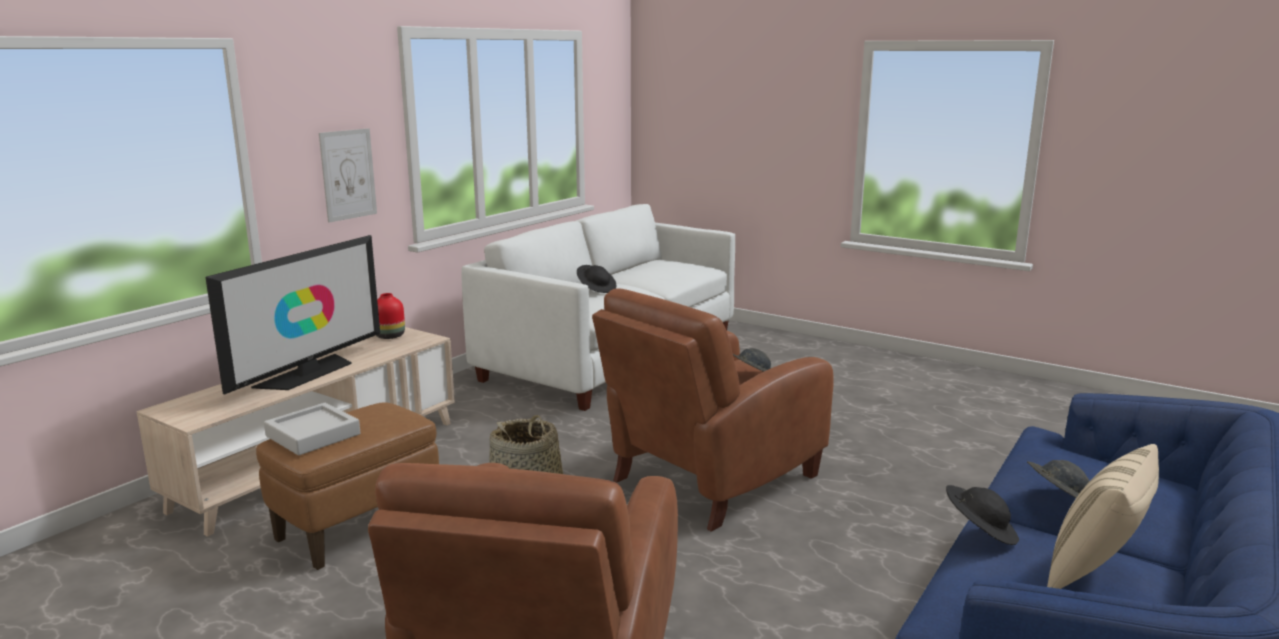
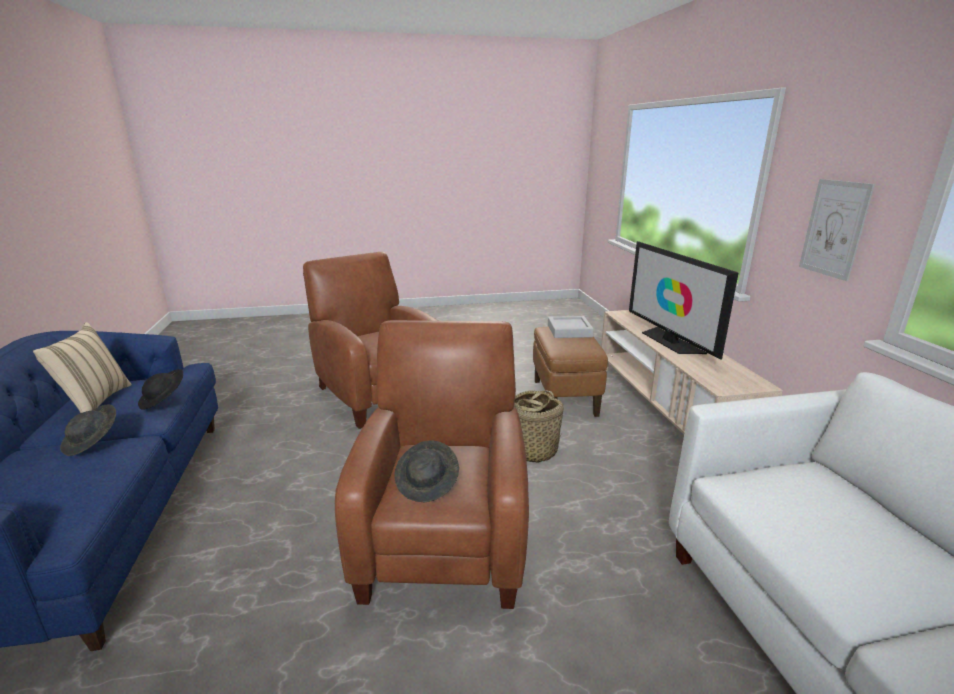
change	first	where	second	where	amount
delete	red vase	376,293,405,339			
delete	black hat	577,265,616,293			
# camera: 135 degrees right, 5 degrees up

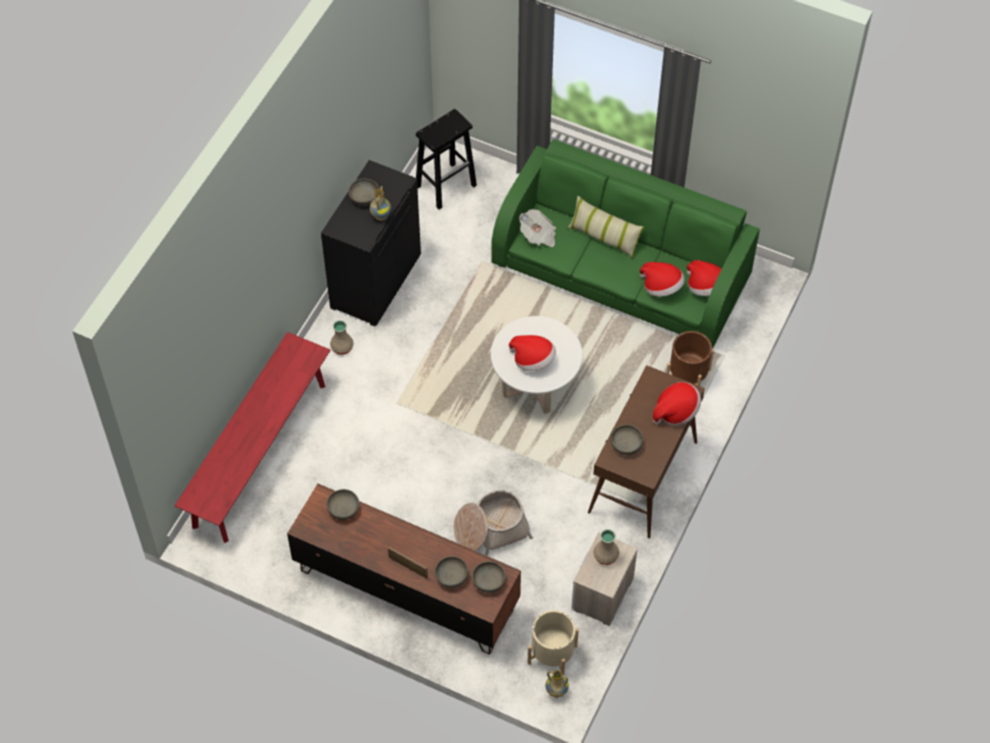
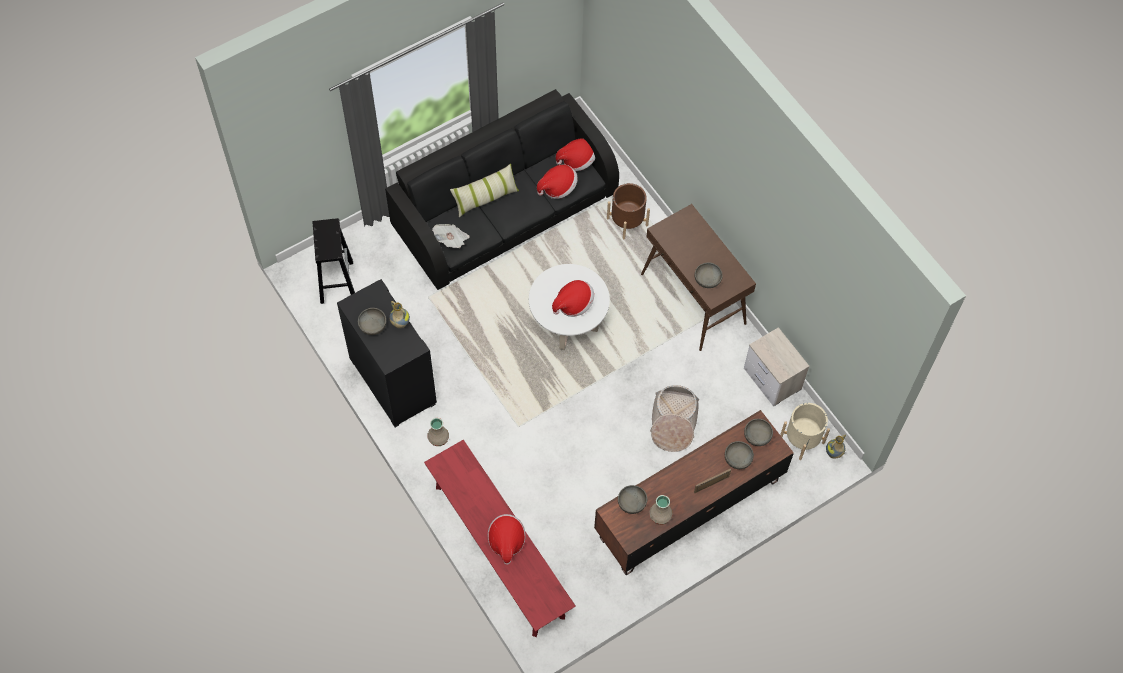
change	first	where	second	where	amount
move	beige vase	593,529,619,565		649,495,673,525	
move	hat	653,382,701,426		488,514,526,565	
recolor	green sofa	491,139,760,349	black sofa	385,89,619,290	
# camera: 60 degrees left, 5 degrees up

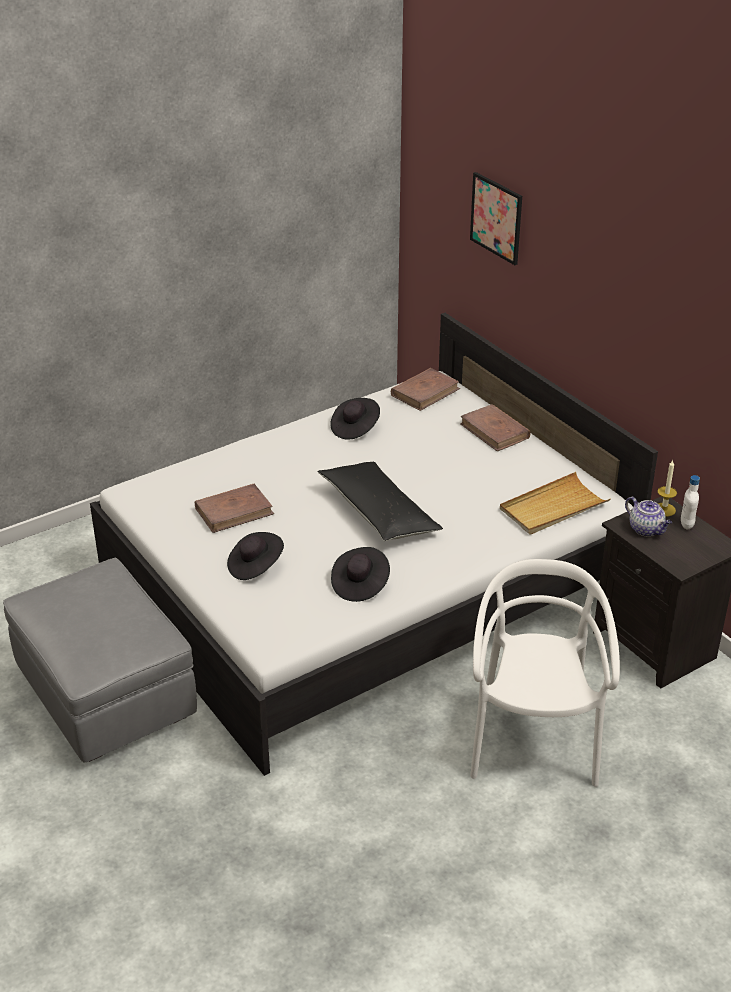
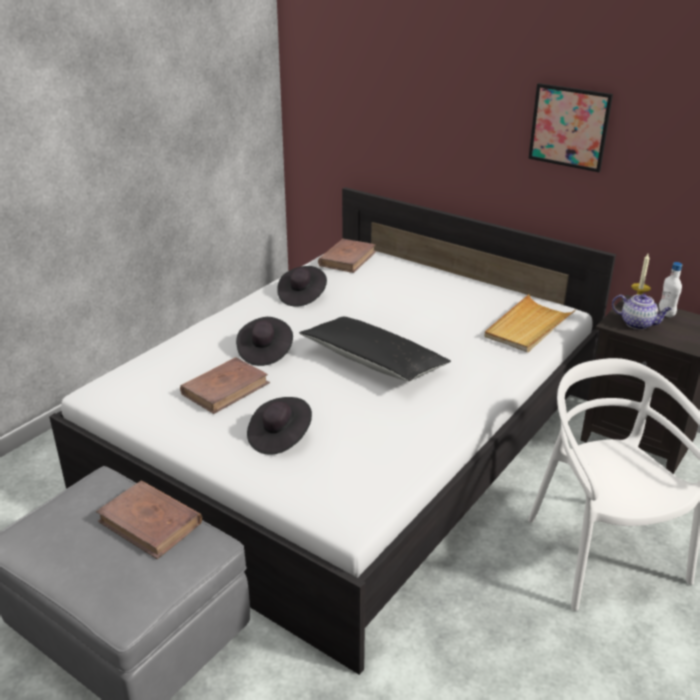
change	first	where	second	where	amount
move	black hat	331,547,390,602		236,317,293,366	
move	brown book	460,404,531,451		96,480,202,559	
move	picture	470,172,522,265		528,83,613,172	
# camera: 20 degrees left, 5 degrees down

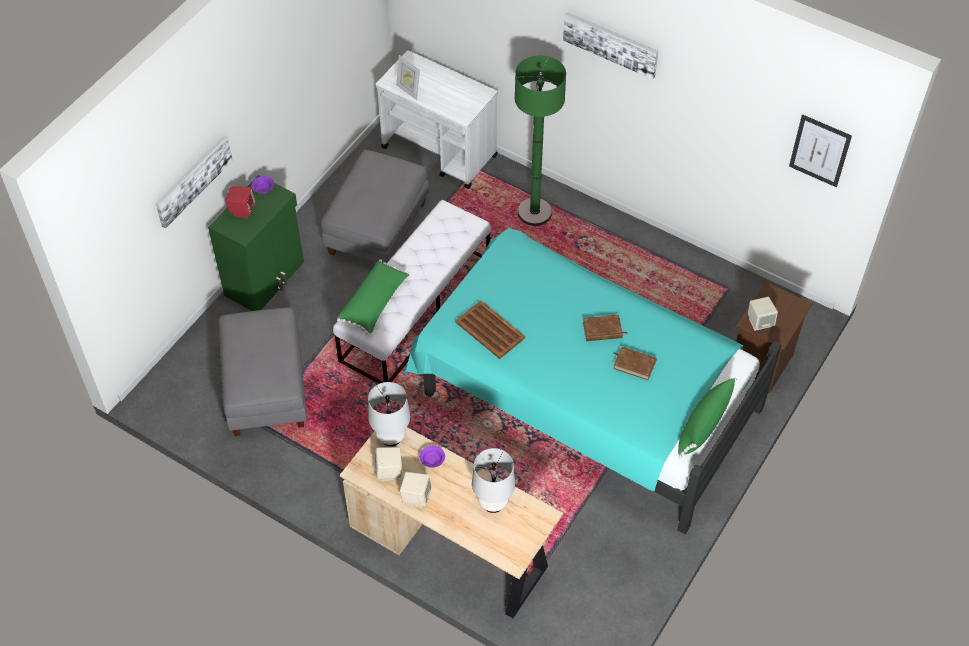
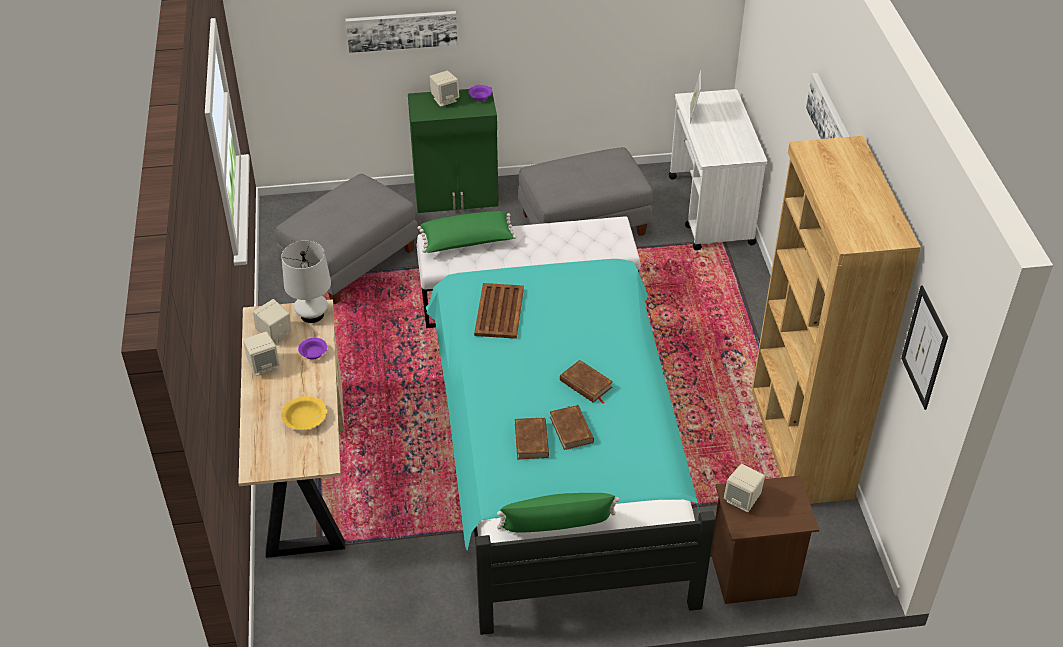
change	first	where	second	where	amount
delete	green floor lamp	515,55,566,226			
insert			brown book	515,417,549,459	
insert			brown bookcase	752,136,921,504	
replace	white table lamp	472,448,515,513	yellow bowl	281,396,327,430	
recolor	red speaker	225,186,255,219	beige speaker	430,70,459,107	
# camera: 50 degrees right, 10 degrees down

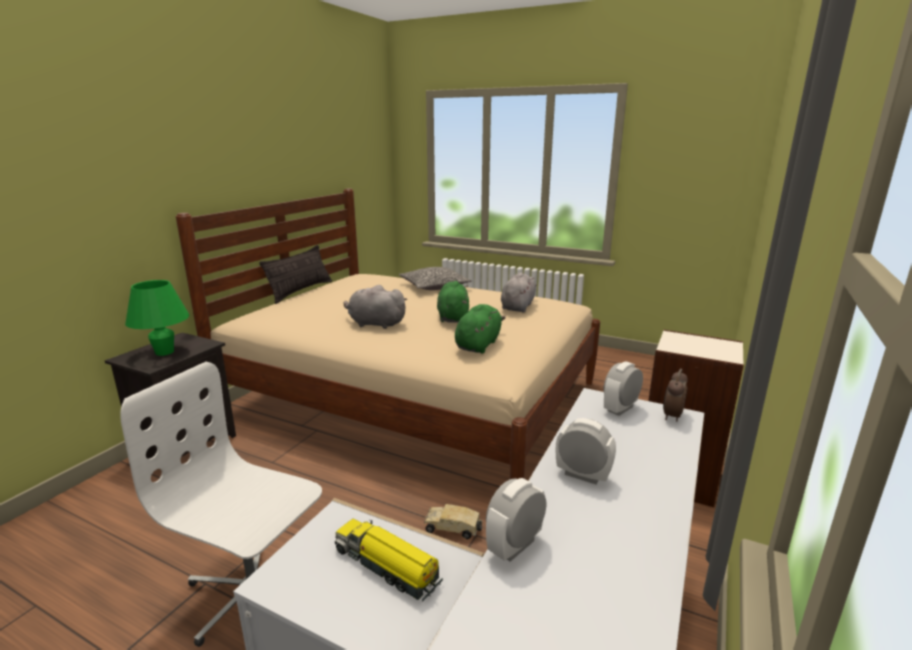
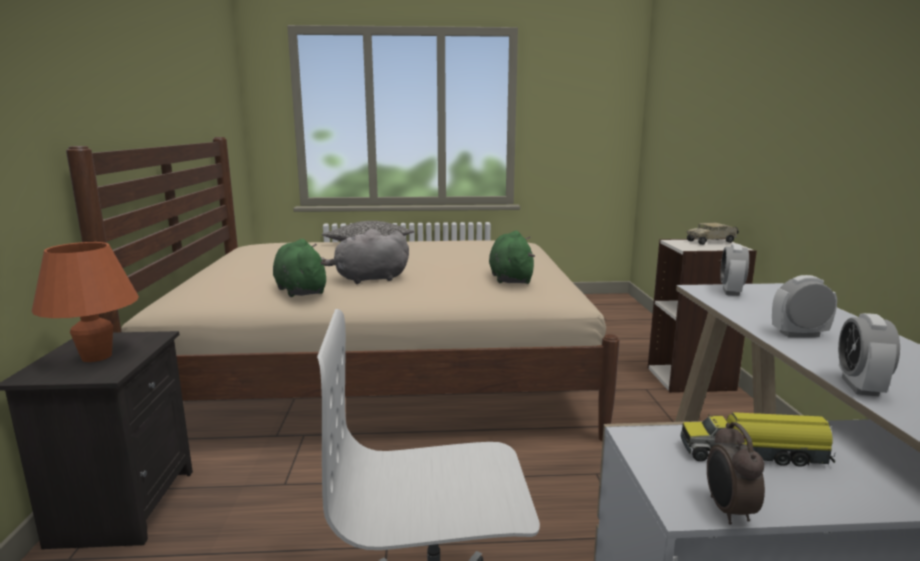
change	first	where	second	where	amount
delete	pillow	259,245,332,304			
delete	grey plush toy	501,273,537,313			
move	toy truck	424,504,483,540		687,223,739,245	
move	green plush toy	437,281,469,323		273,239,328,297	
move	alarm clock	663,369,687,421		707,422,765,525	
recolor	green table lamp	125,280,189,356	orange table lamp	32,242,139,362	
# camera: 30 degrees left, 5 degrees down

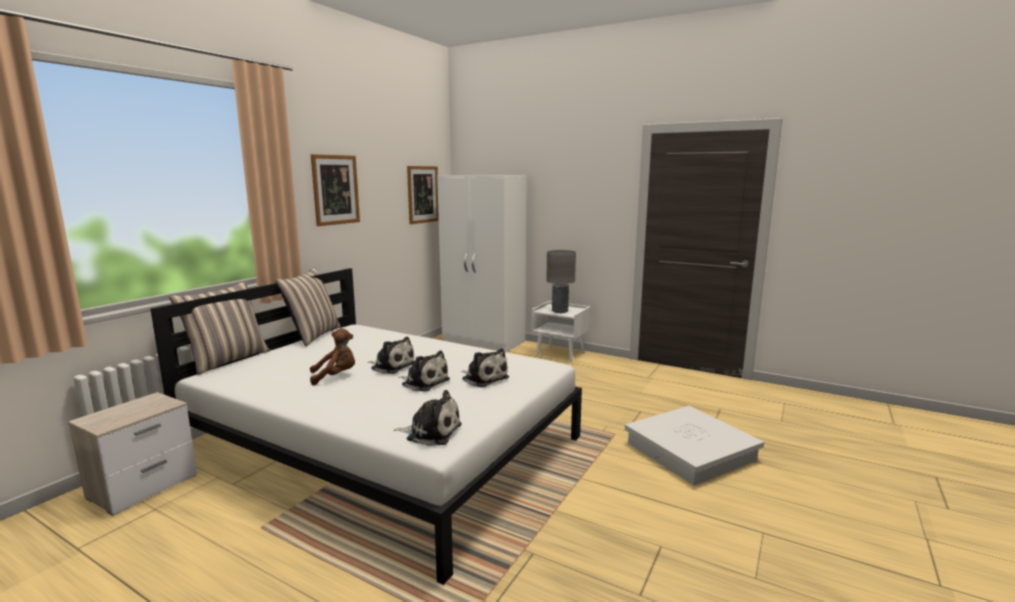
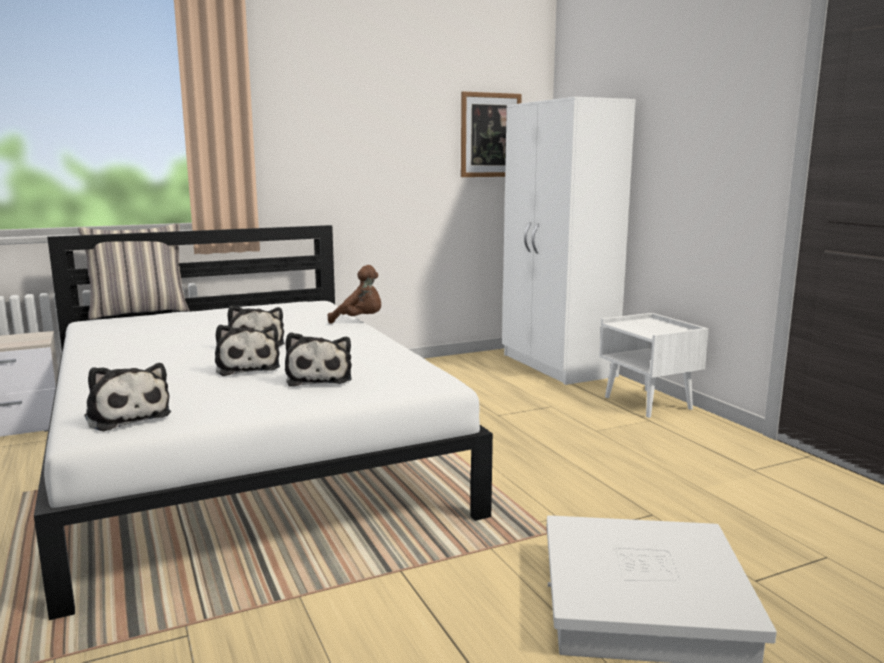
change	first	where	second	where	amount
delete	pillow	275,267,341,346			
delete	picture	311,154,360,226			
delete	grey table lamp	547,250,576,313			
move	brown plush toy	310,328,355,385		328,265,381,324	
# camera: 35 degrees right, 0 degrees up

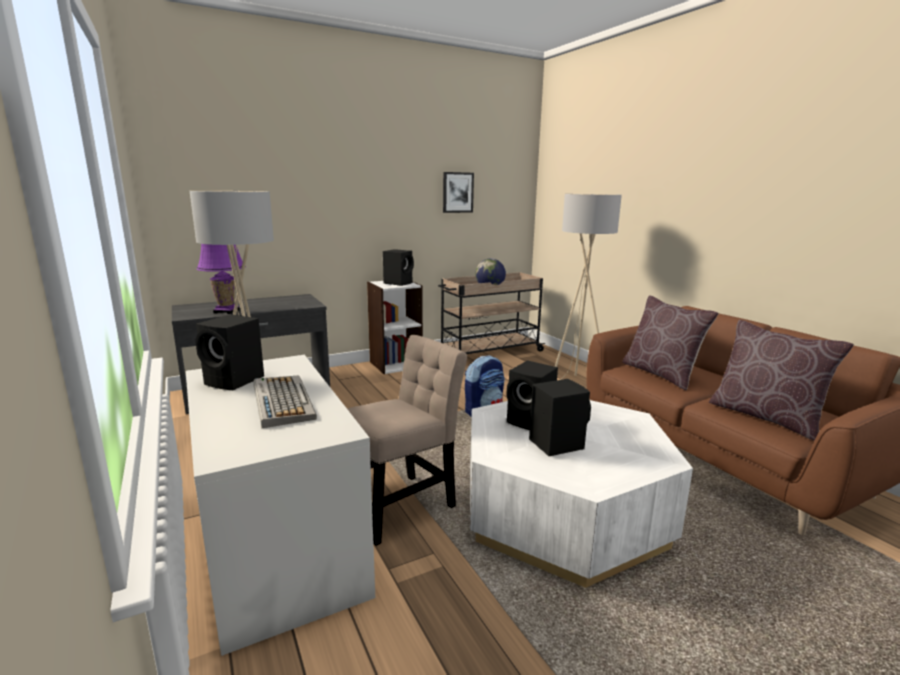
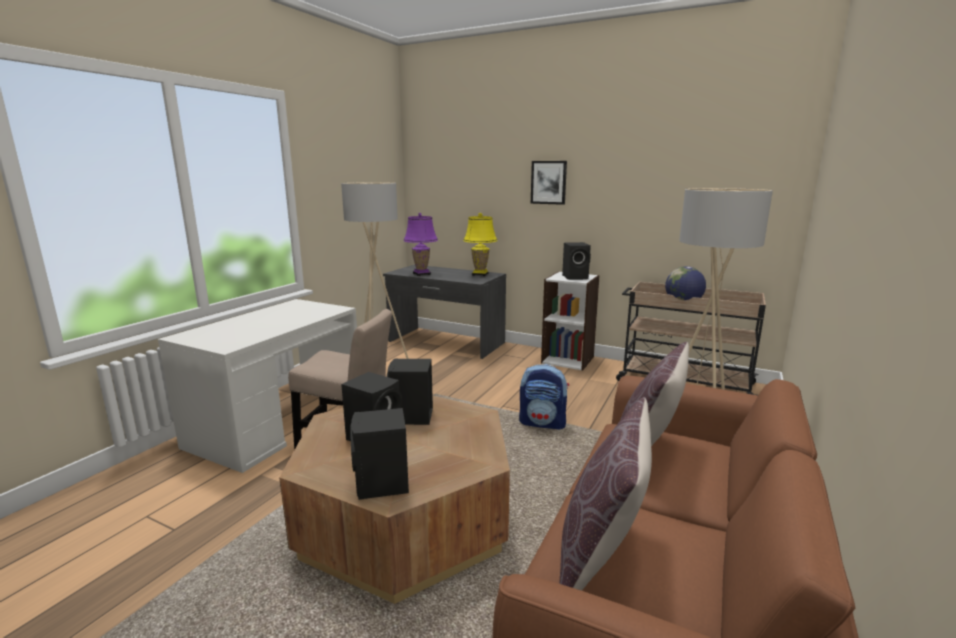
change	first	where	second	where	amount
delete	keyboard	254,375,317,428			
insert			yellow table lamp	463,213,498,276	
move	black speaker	195,314,264,390		350,408,409,500	
move	picture	443,172,474,213		531,161,567,205	
recolor	white coffee table	470,400,693,588	brown coffee table	279,396,510,604	
# camera: 55 degrees right, 0 degrees up

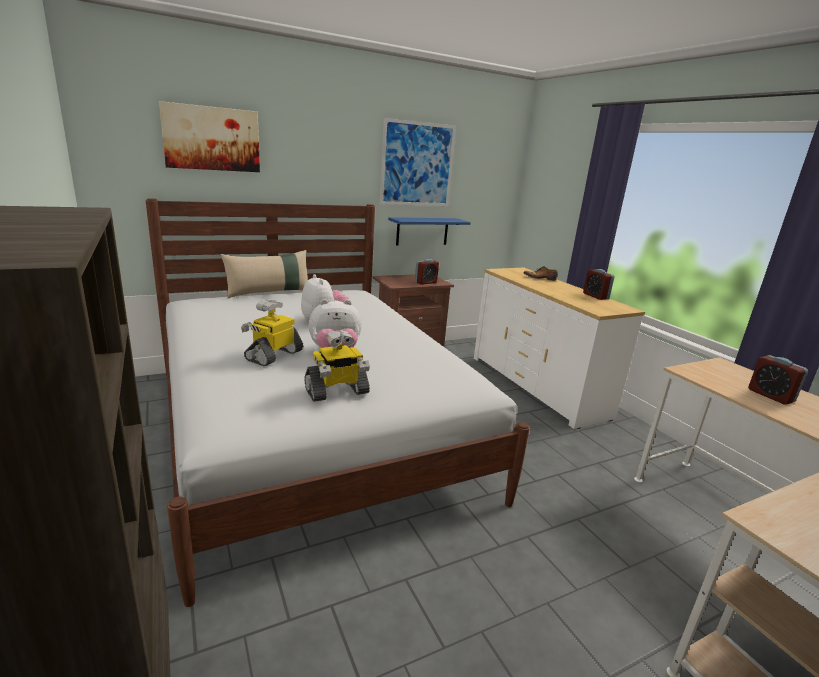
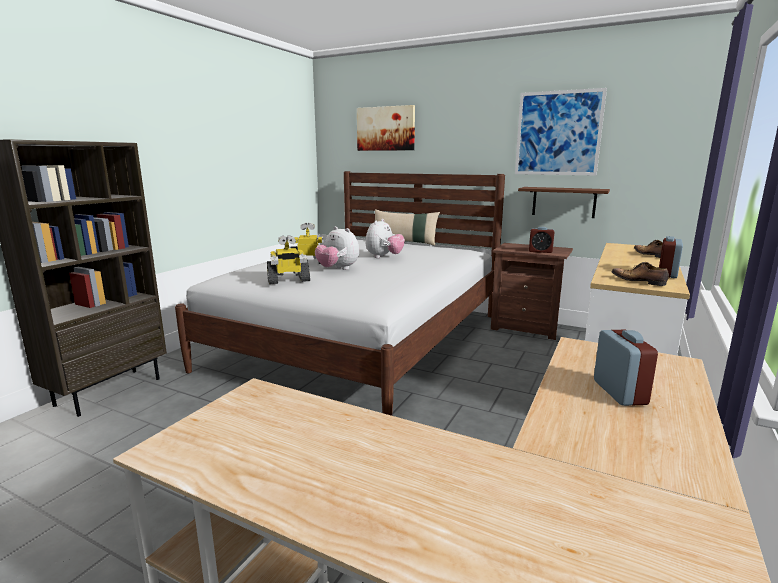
change	first	where	second	where	amount
insert			shoe	612,262,669,286	
recolor	blue shelf	388,217,471,245	brown shelf	518,187,610,218	
rotate	toy robot	304,330,370,402		267,235,310,284	45 degrees counterclockwise
rotate	alarm clock	748,355,808,405		594,330,658,406	150 degrees clockwise
# camera: 55 degrees right, 5 degrees down

